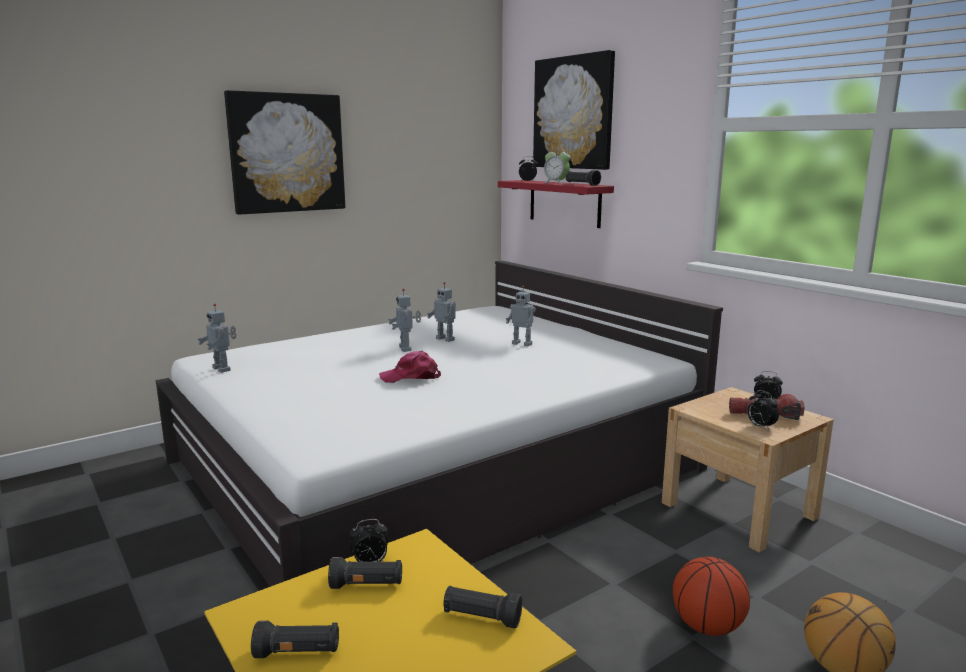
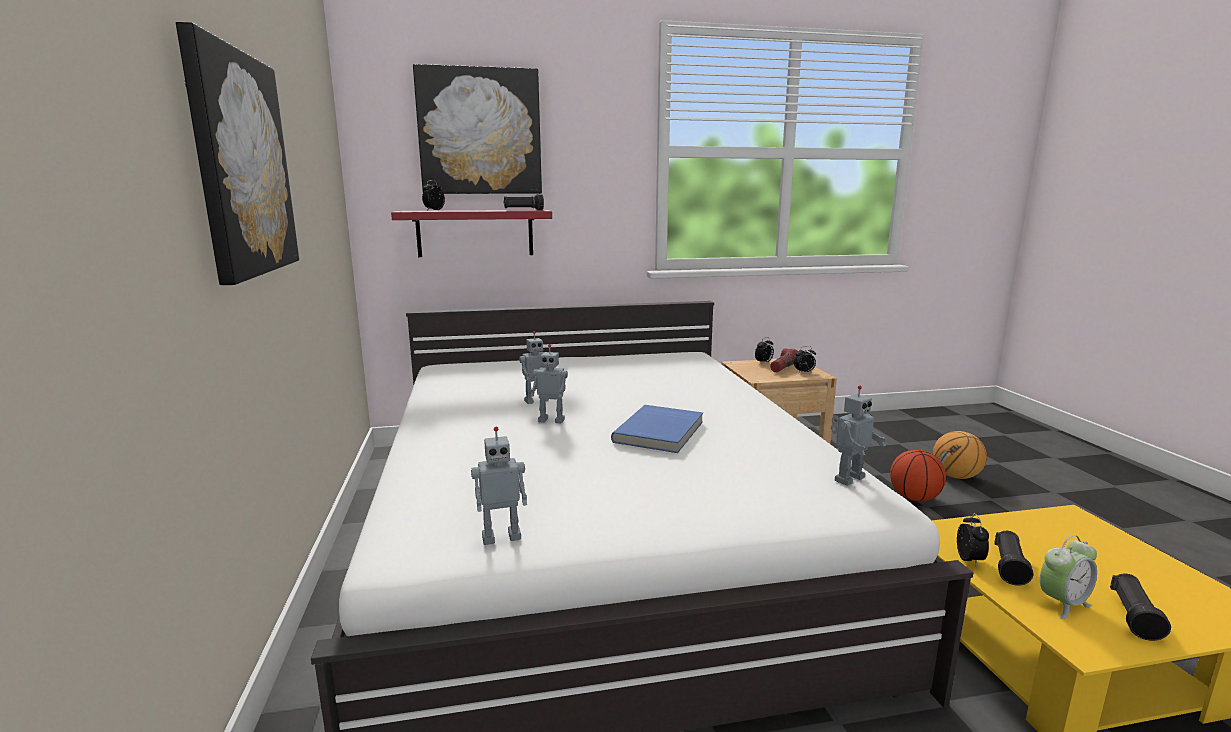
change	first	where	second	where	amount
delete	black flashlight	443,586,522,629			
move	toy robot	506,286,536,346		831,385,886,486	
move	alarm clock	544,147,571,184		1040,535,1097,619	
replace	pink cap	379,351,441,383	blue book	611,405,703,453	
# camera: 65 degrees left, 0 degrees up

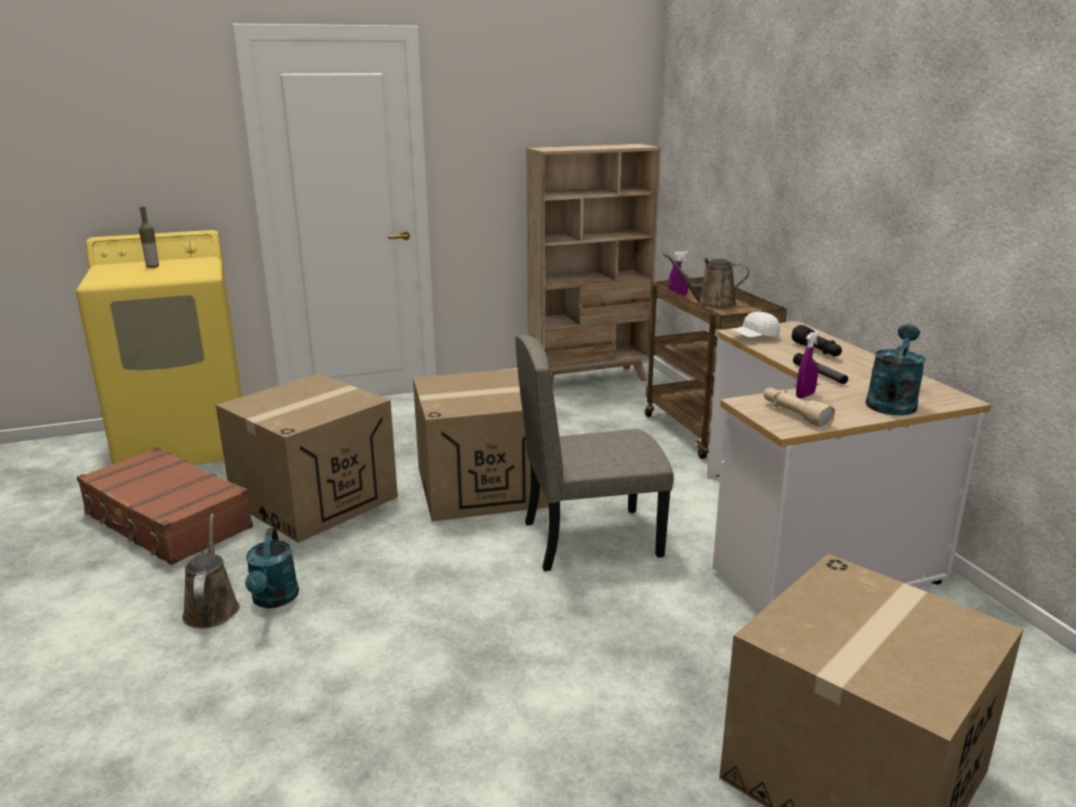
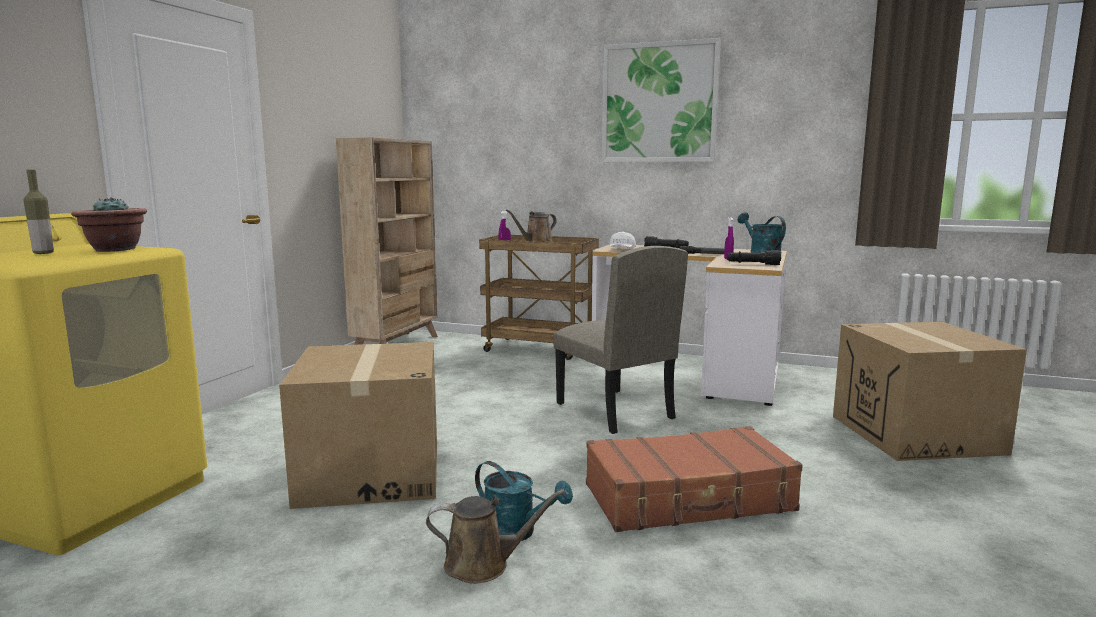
change	first	where	second	where	amount
delete	cardboard box	413,369,549,521			
insert			potted plant	71,197,147,252	
insert			picture	602,38,721,162	
move	brown suitcase	77,447,253,565		586,426,803,532	
recolor	beige flashlight	763,387,835,429	black flashlight	727,250,781,265	
rotate	brown watering can	182,514,240,628		426,489,565,584	150 degrees clockwise
rotate	beige chair	515,335,674,571		553,246,688,434	60 degrees counterclockwise
# camera: 50 degrees left, 10 degrees down

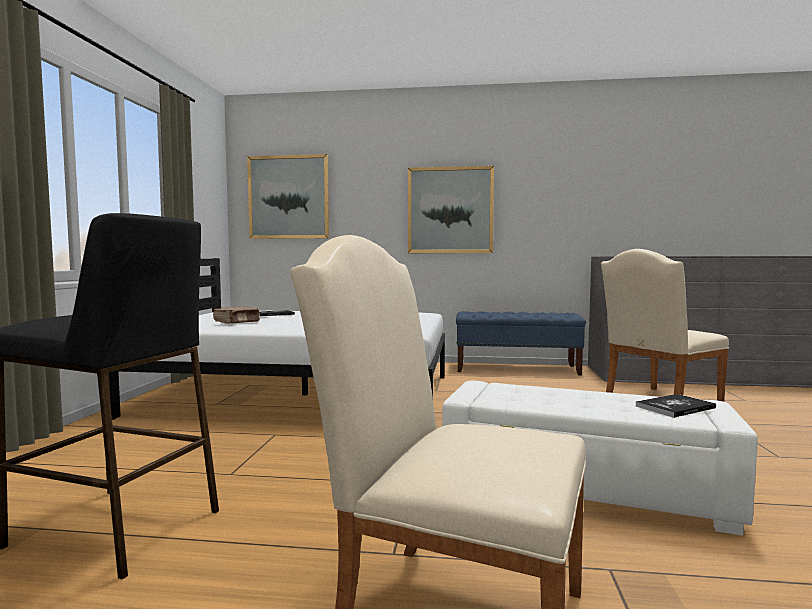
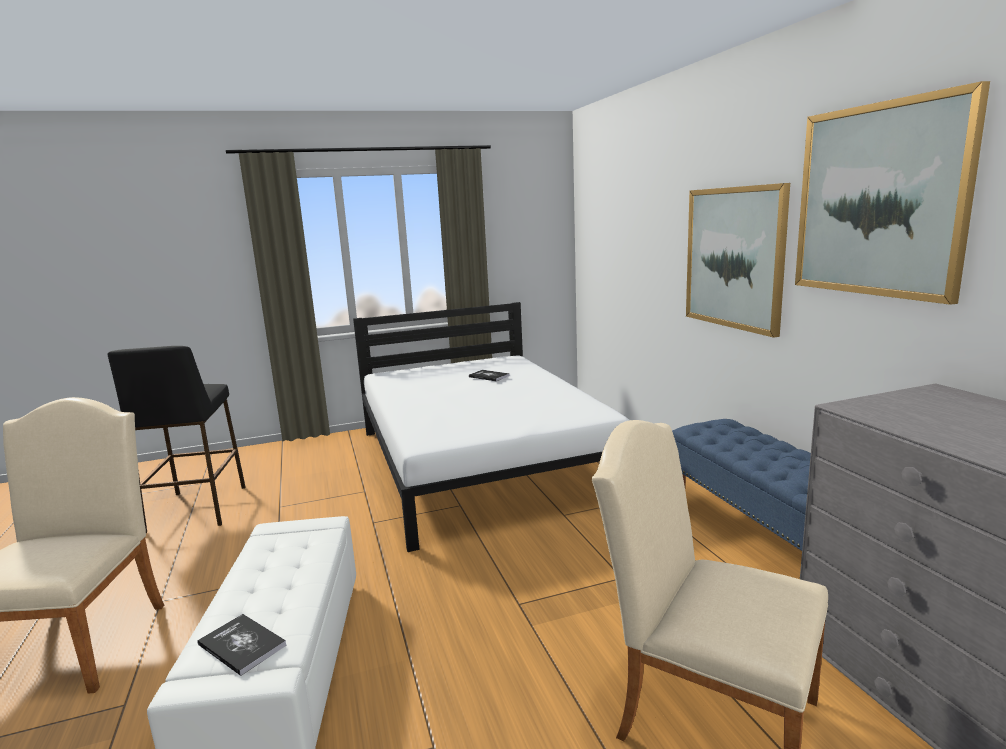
change	first	where	second	where	amount
delete	brown book	213,306,260,324			
move	picture	247,154,329,239		795,81,990,305	
# camera: 65 degrees right, 10 degrees up

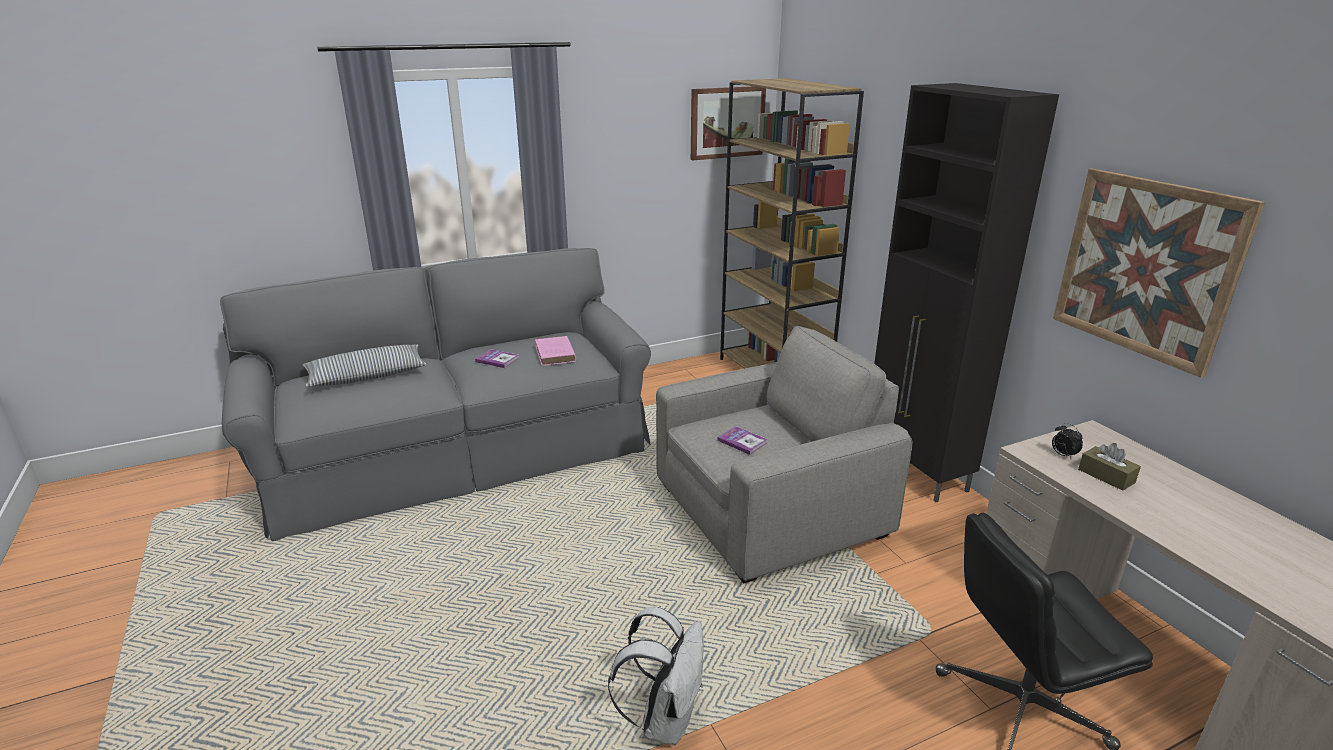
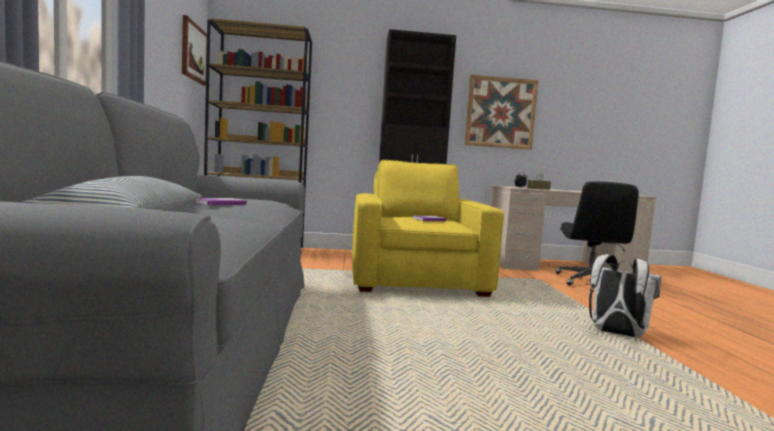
change	first	where	second	where	amount
delete	pink book	535,336,576,366			
recolor	grey armchair	656,326,912,583	yellow armchair	352,160,504,297	
# camera: 70 degrees left, 20 degrees down

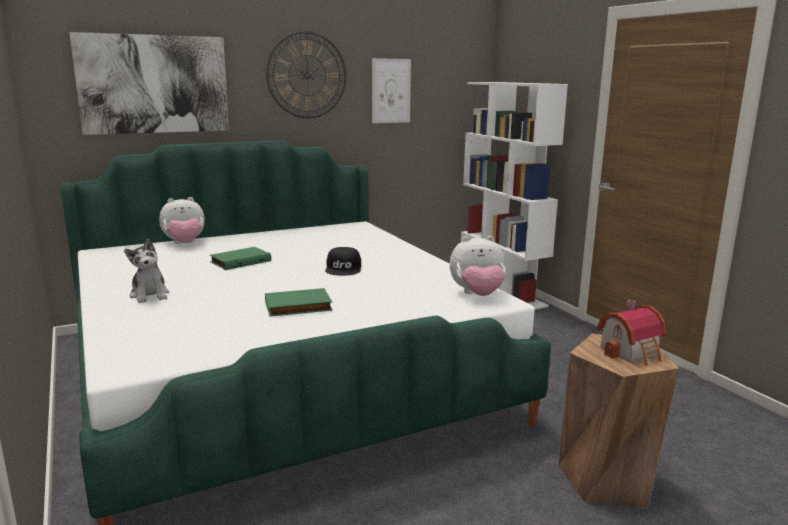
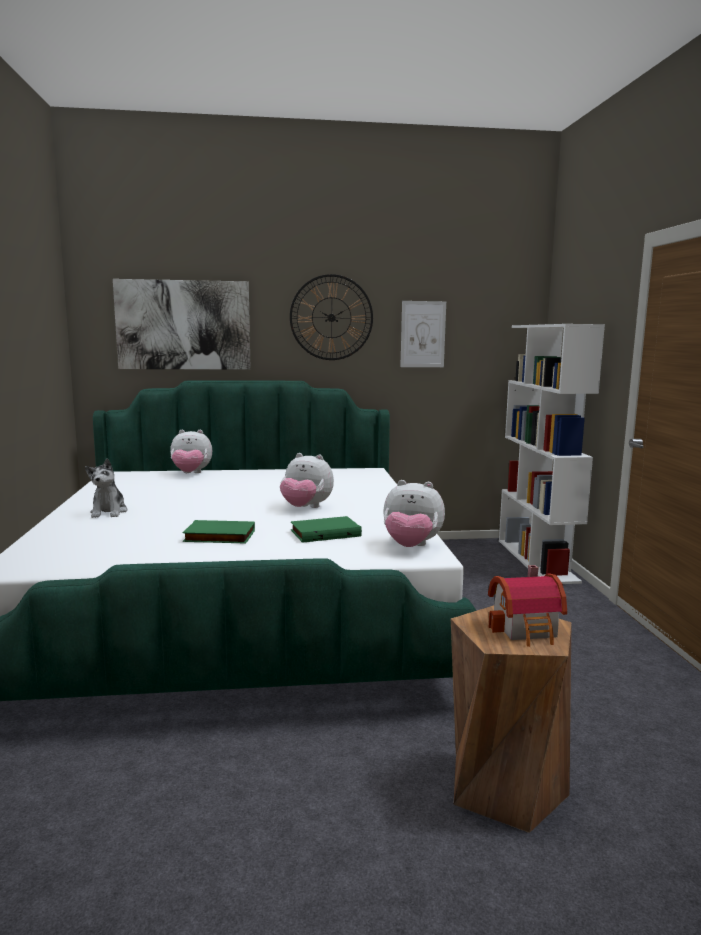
change	first	where	second	where	amount
move	green book	210,247,271,270		291,516,362,543	
replace	black cap	325,247,361,276	plush toy	280,453,334,508	
# camera: 20 degrees right, 5 degrees down

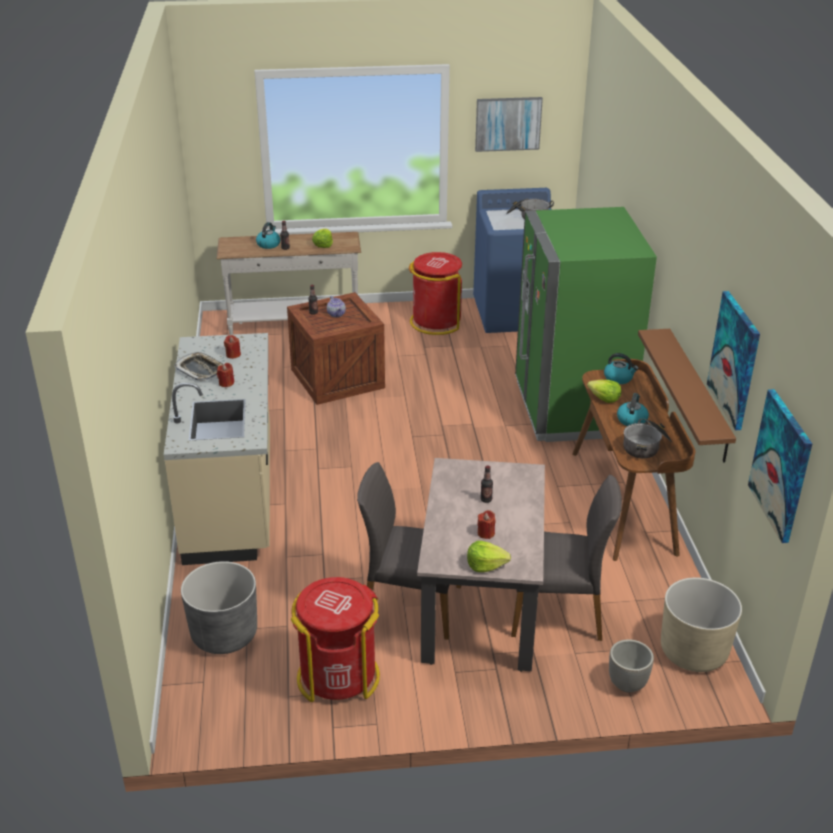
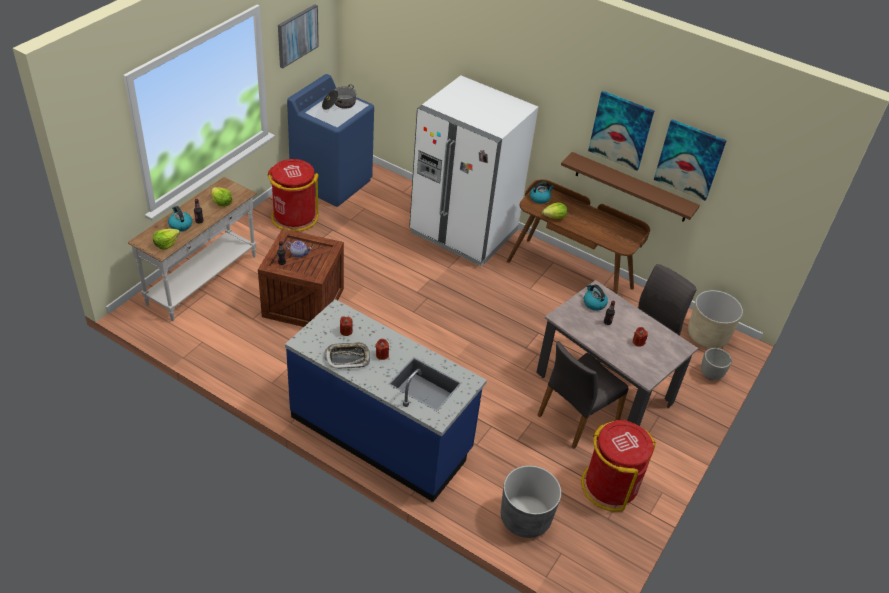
change	first	where	second	where	amount
delete	cooking pot	623,418,672,459			
move	lettuce	467,541,511,572		153,229,180,250	
move	kettle	617,393,649,426		584,284,608,311	
move	picture	748,389,812,543		588,91,654,171	
recolor	beige counter	164,333,270,565	blue counter	285,299,487,502	
recolor	green fridge	515,207,657,442	white fridge	409,75,538,266	
# camera: 55 degrees left, 10 degrees up

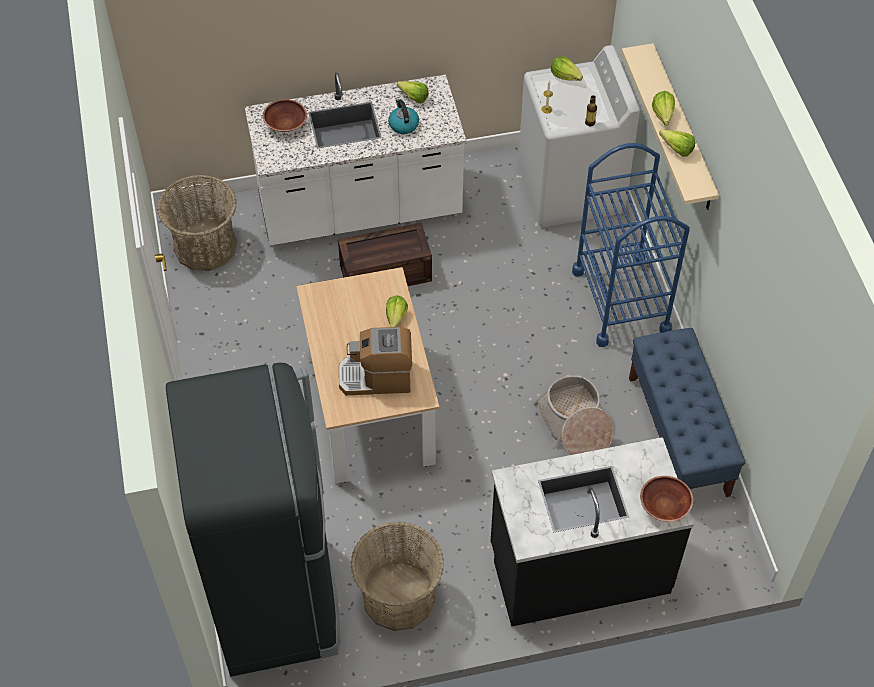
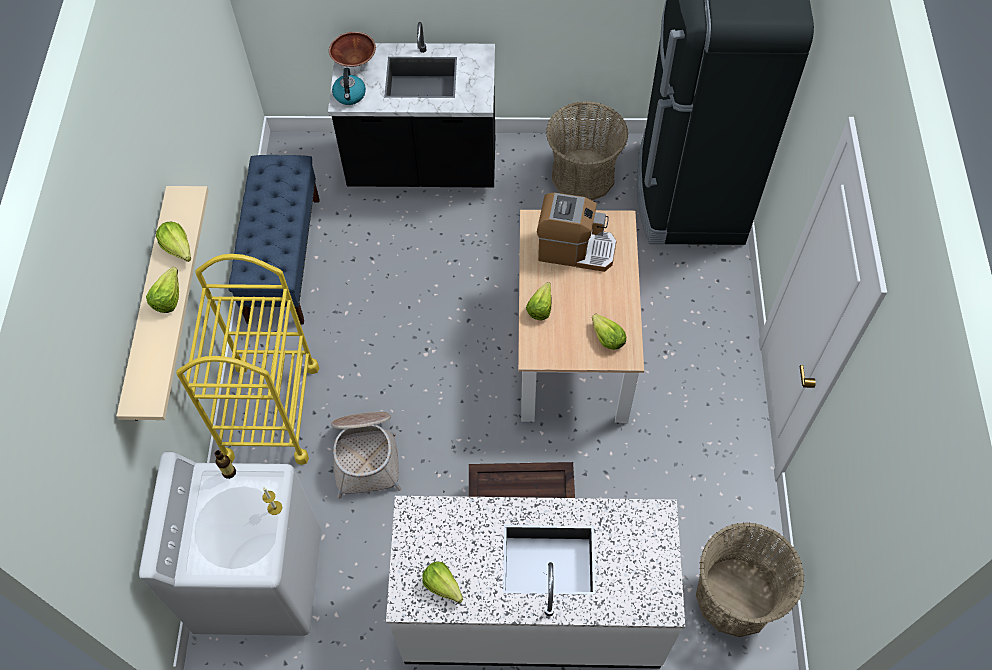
change	first	where	second	where	amount
delete	brown bowl	263,99,307,132			
move	kettle	388,99,419,134		332,68,366,105	
move	basket	533,375,614,455		331,412,401,499	
move	lettuce	551,56,583,81		592,314,626,350	
recolor	blue cart	572,143,690,347	yellow cart	176,254,319,465	
# camera: 165 degrees left, 5 degrees up

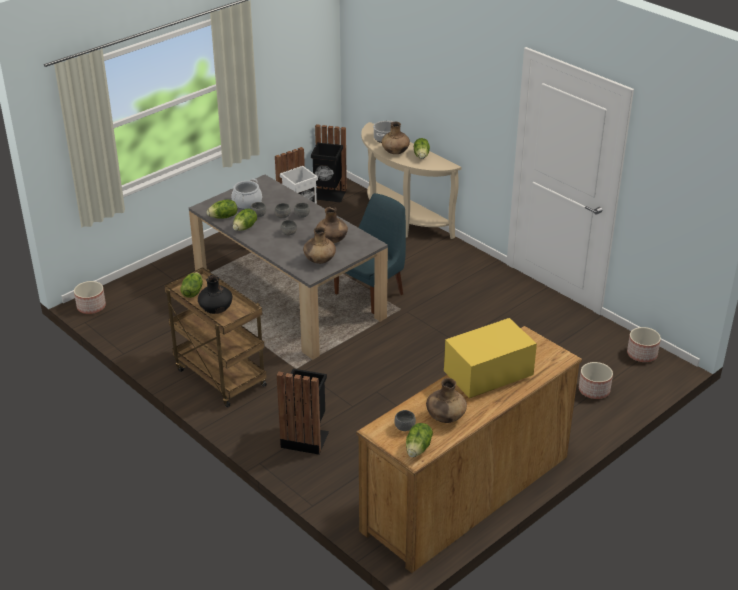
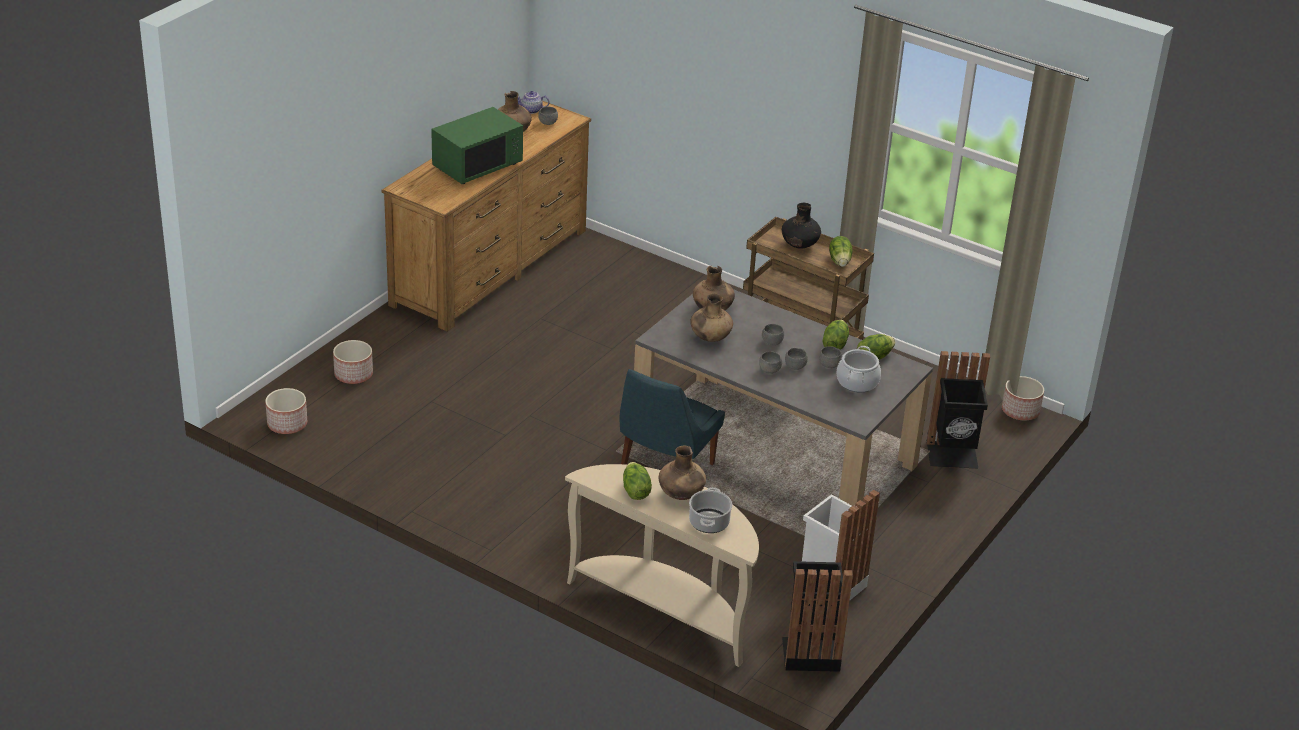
change	first	where	second	where	amount
move	black trash can	277,369,329,455		927,351,990,469	
replace	lettuce	406,423,433,457	teapot	518,91,550,114	
recolor	yellow microwave	444,318,537,398	green microwave	431,107,523,184	
# camera: 165 degrees right, 0 degrees up

